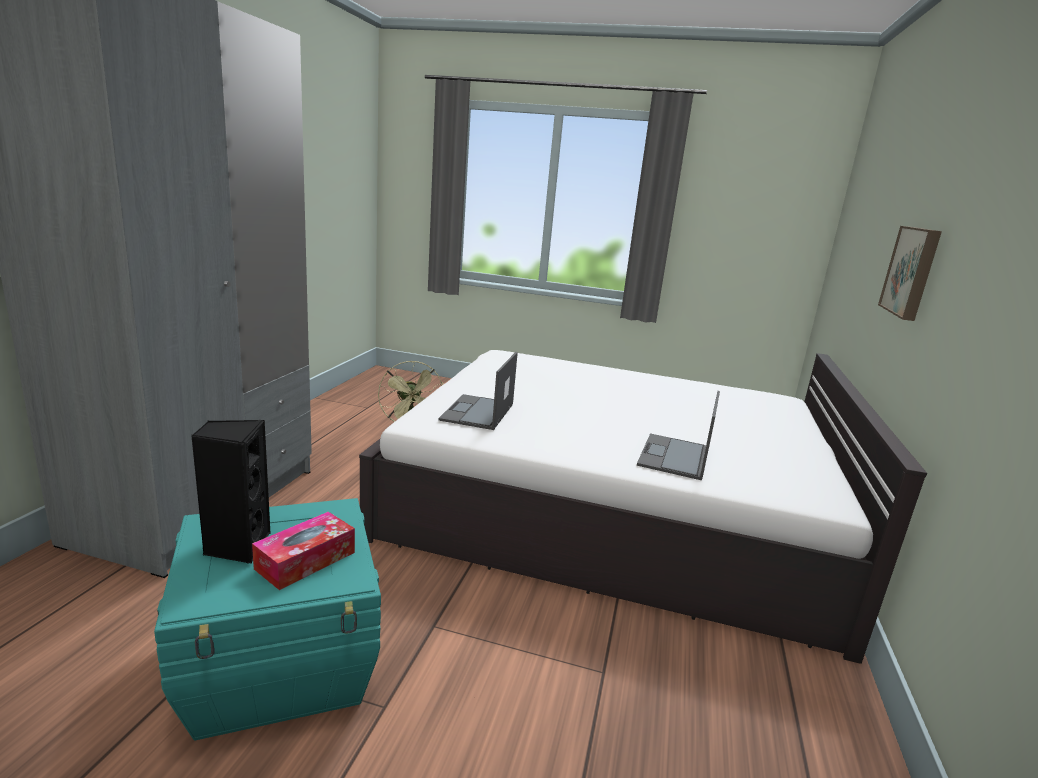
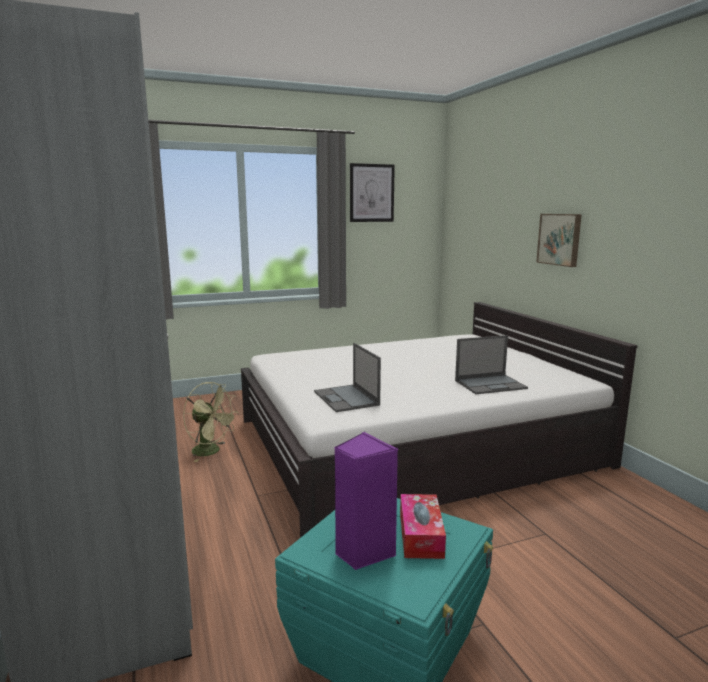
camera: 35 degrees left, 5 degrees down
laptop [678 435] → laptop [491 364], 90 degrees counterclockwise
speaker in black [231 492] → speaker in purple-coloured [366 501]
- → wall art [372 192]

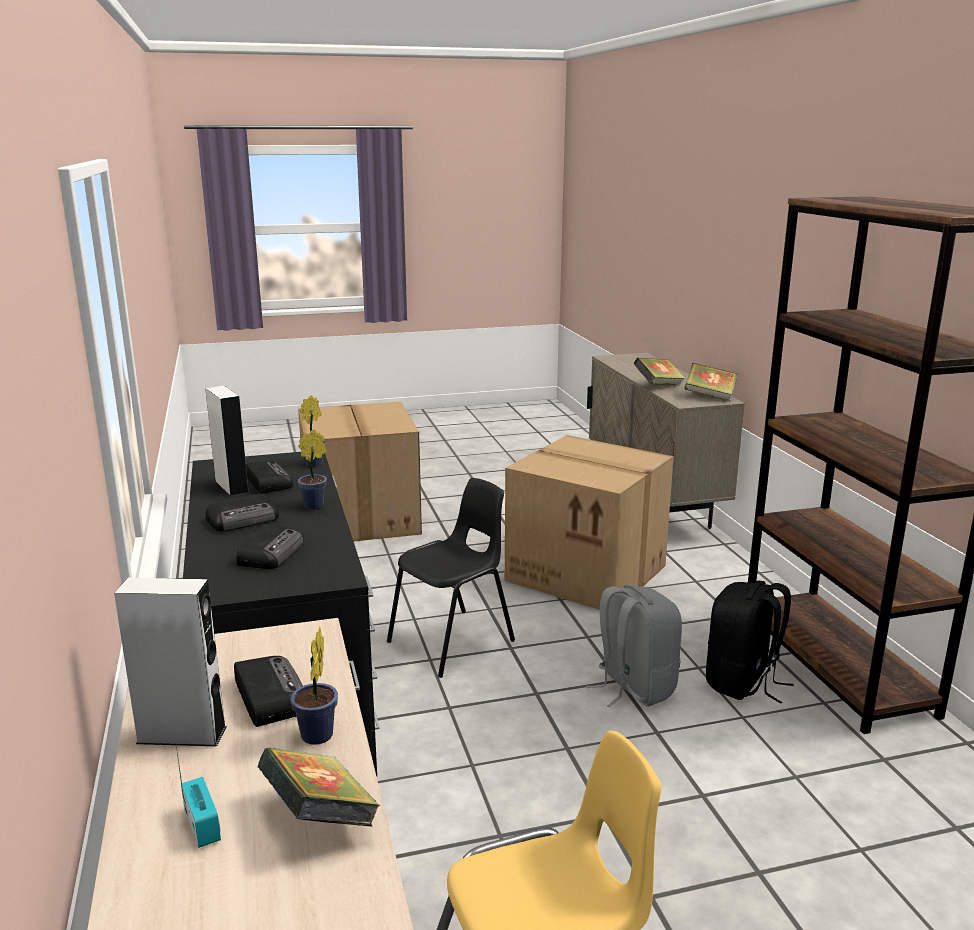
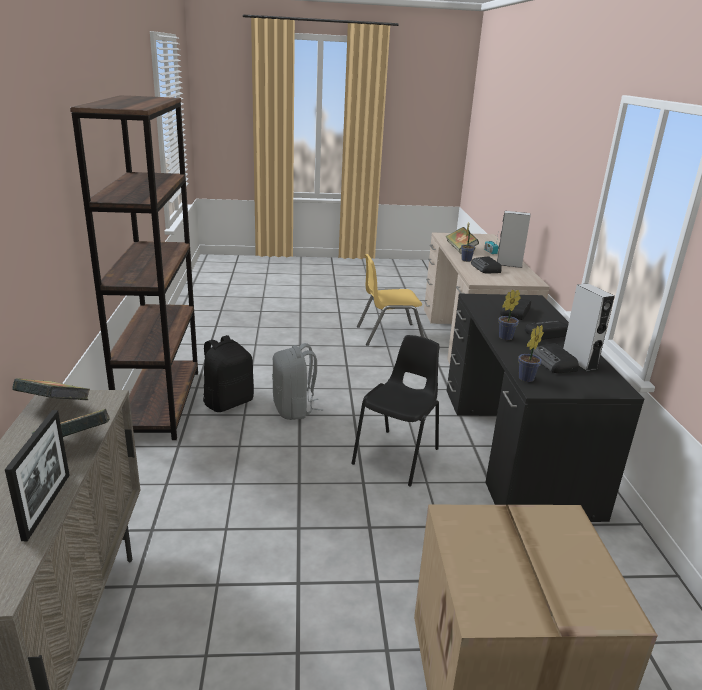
camera: 170 degrees left, 5 degrees up
cardboard box [589 522] → -
chair in black [451 578] → chair in black [395 410], 150 degrees clockwise
- → photo frame [37 475]

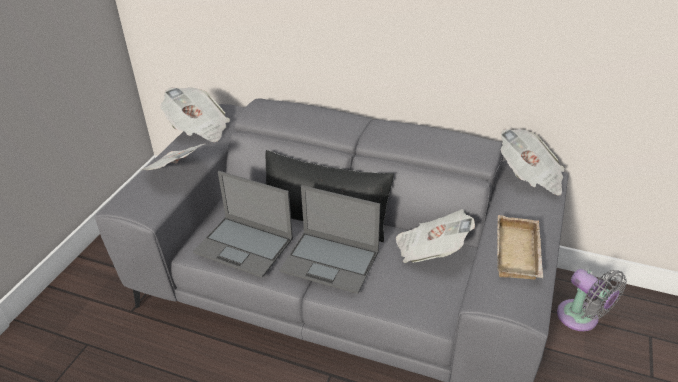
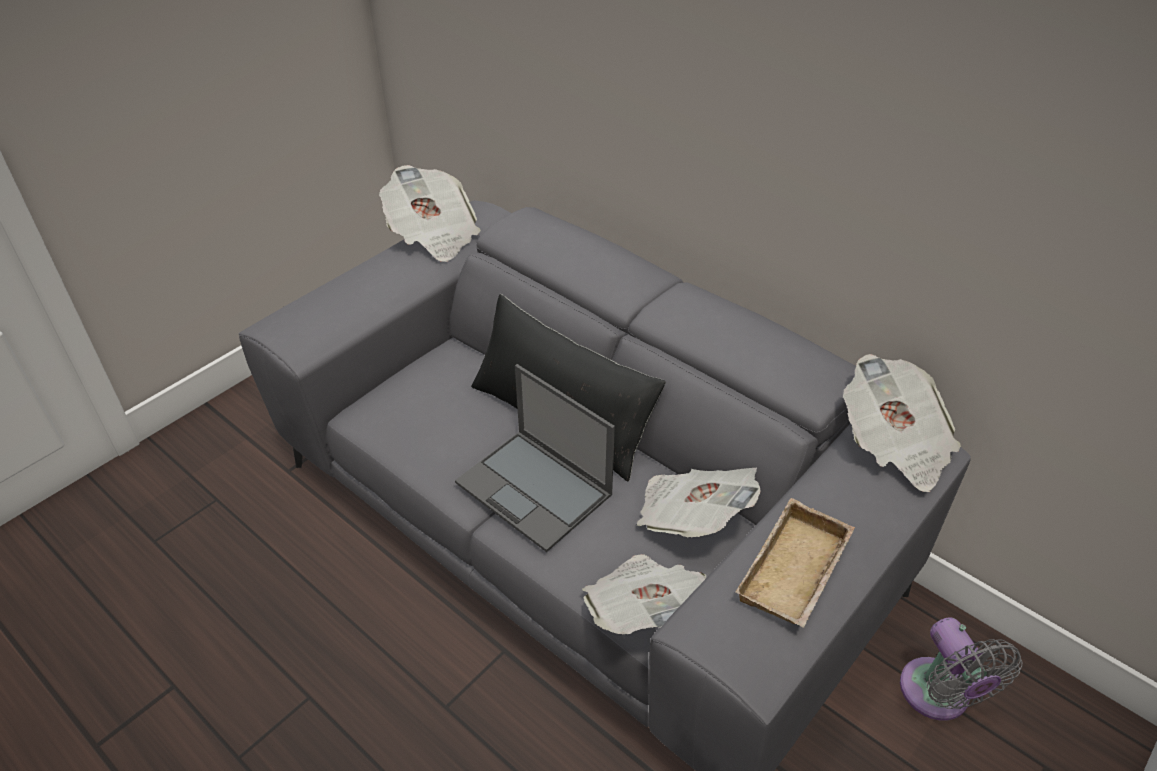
camera: 20 degrees right, 5 degrees up
newspaper [174 156] → newspaper [644 594], relocated
laptop [243 224] → -

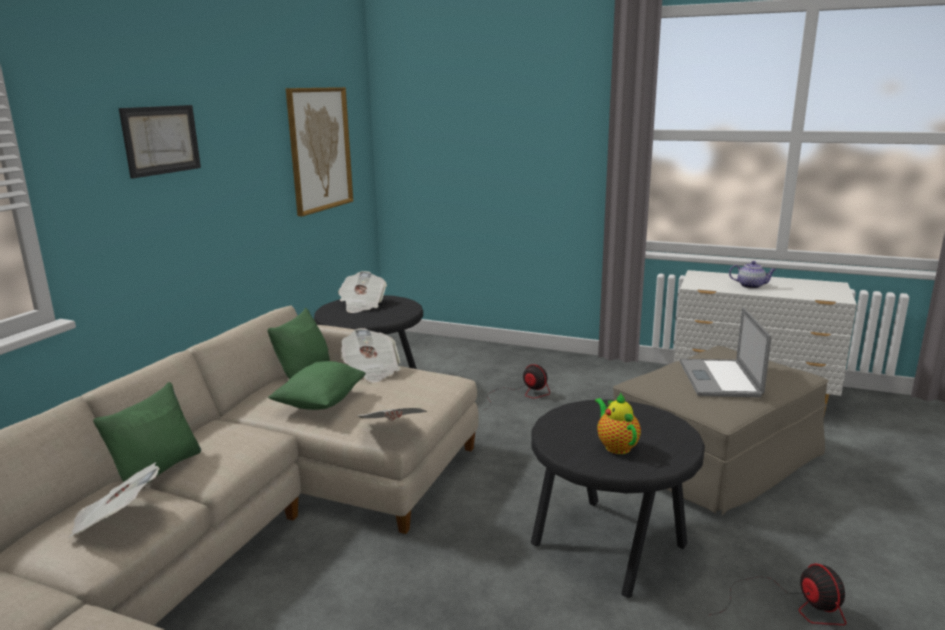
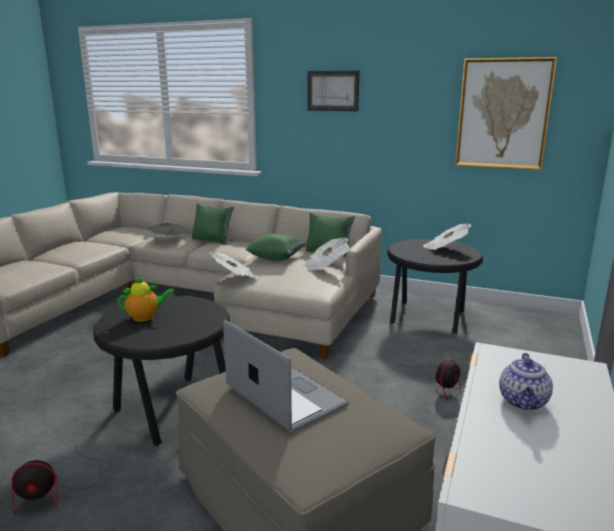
camera: 90 degrees right, 0 degrees up
laptop [725 352] → laptop [286 376], 45 degrees clockwise

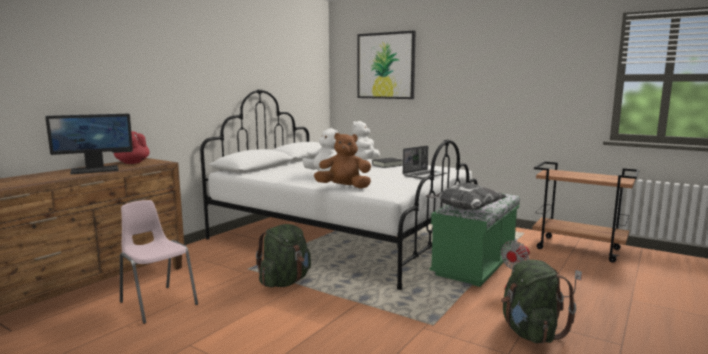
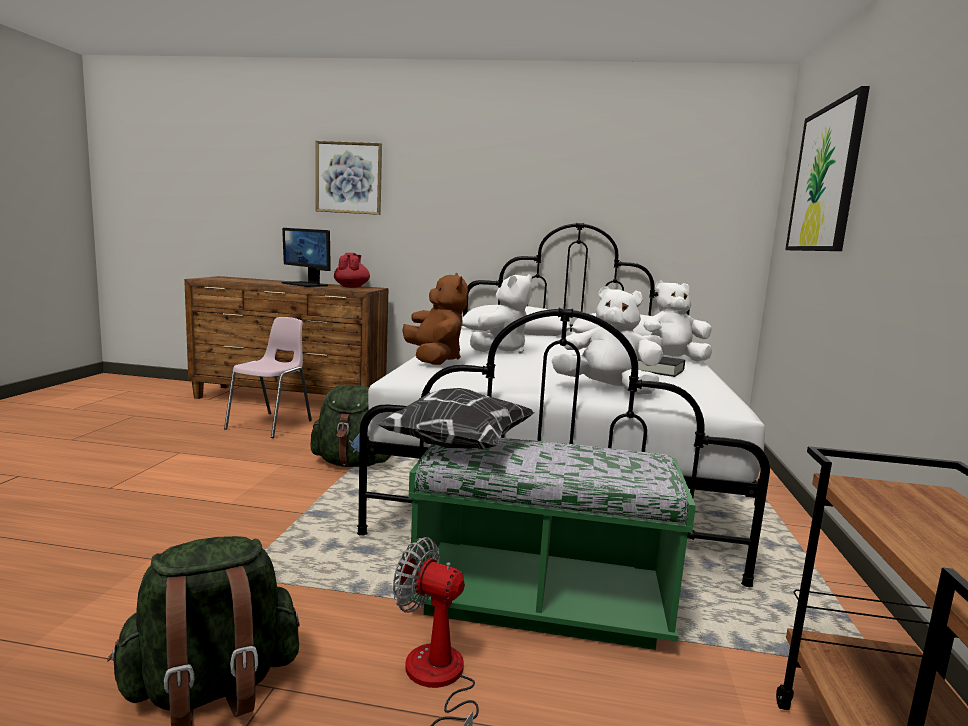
camera: 65 degrees right, 0 degrees up
laptop [425 162] → plush toy in whitish [607 340]
- → wall art [348 178]

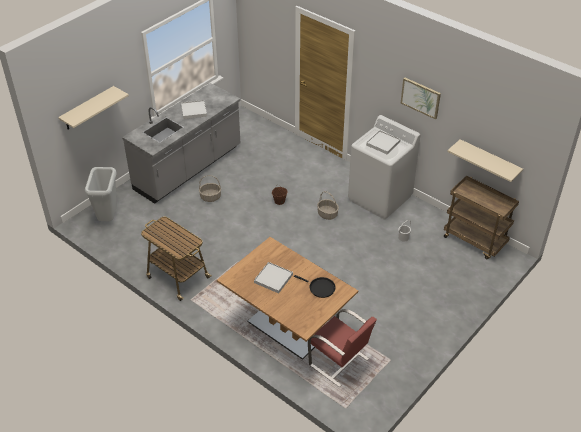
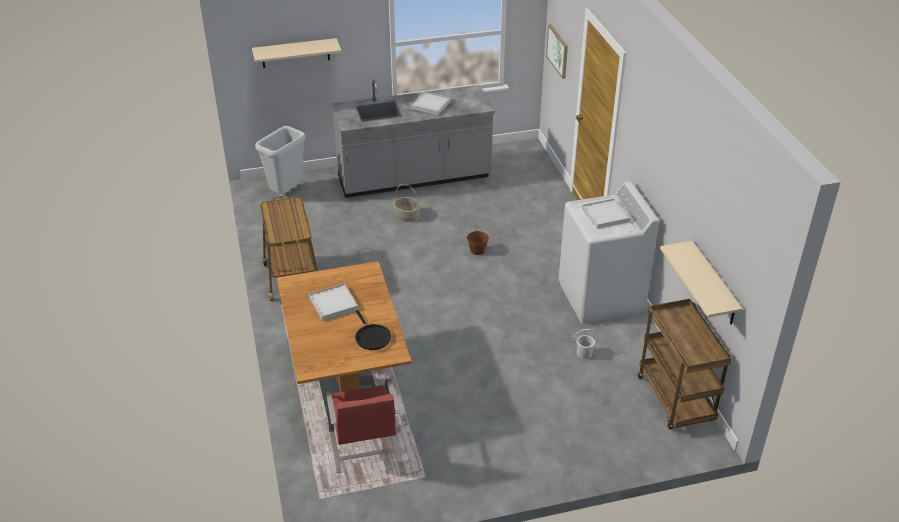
camera: 35 degrees right, 5 degrees down
wall art [421 99] → wall art [557 51], relocated
household basket [328 205] → -

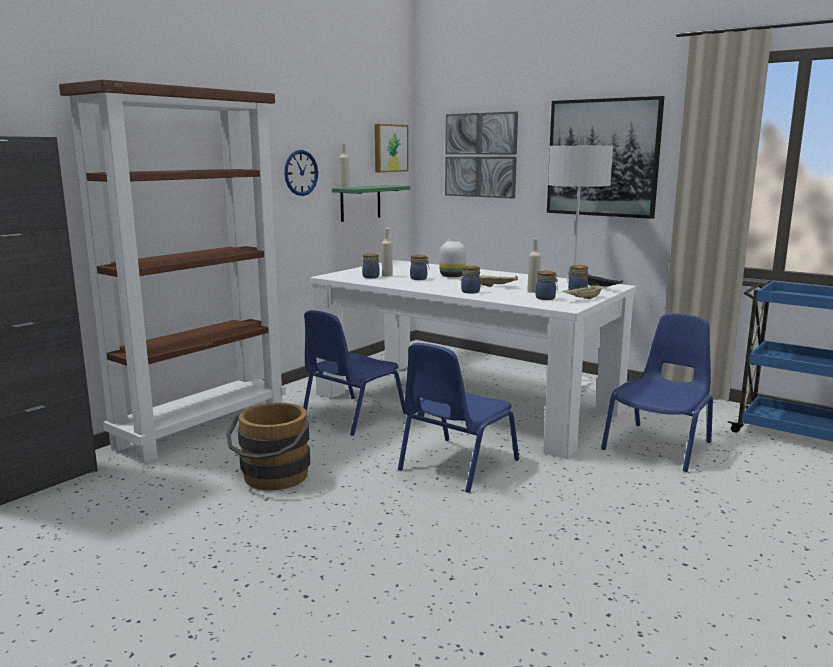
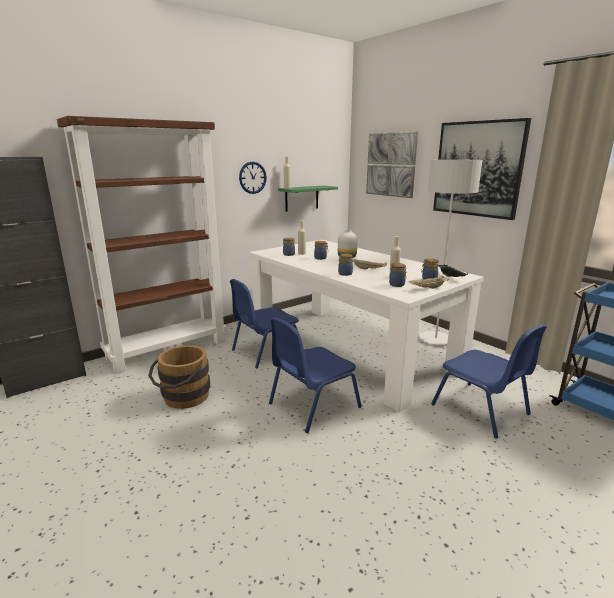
camera: 15 degrees right, 5 degrees up
wall art [391 148] → -
chair in blue [657 392] → chair in blue [489 381], 90 degrees clockwise

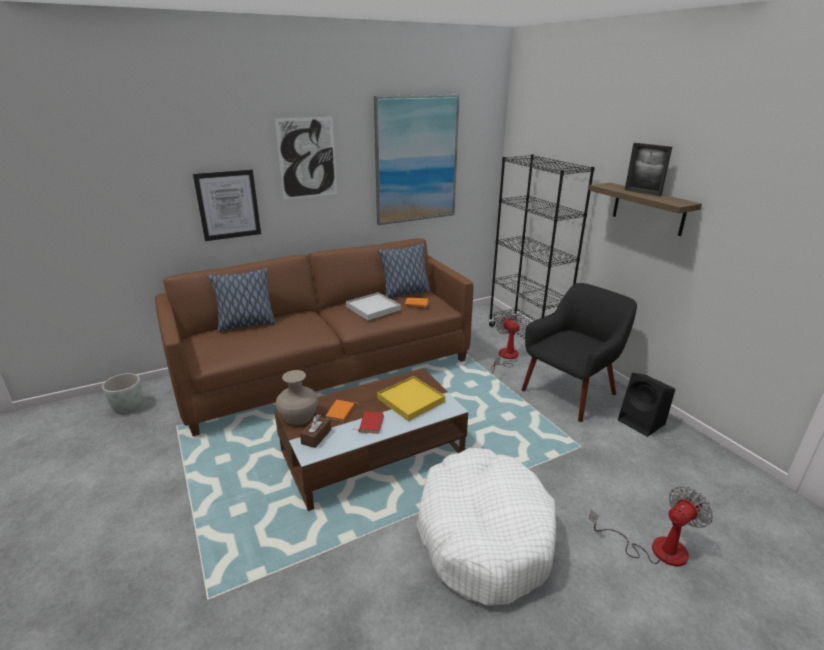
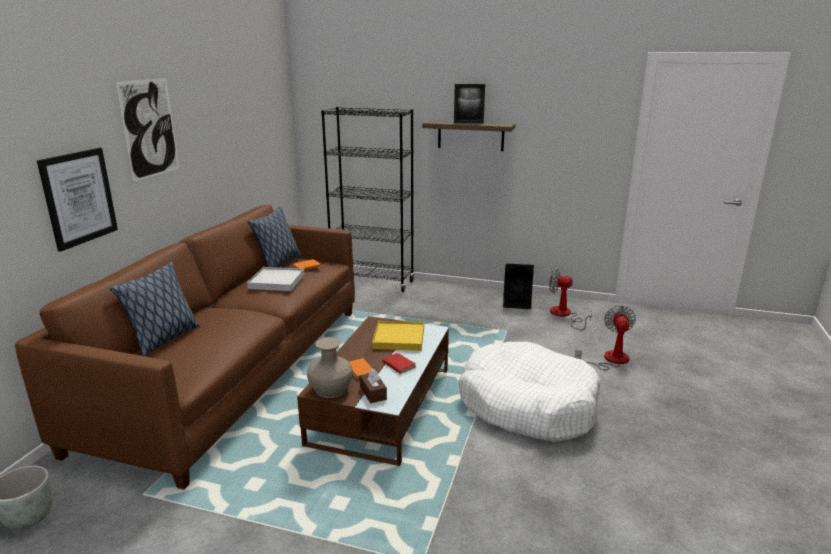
camera: 45 degrees left, 5 degrees down
wall art [417 159] → -
lounge chair in black [579 352] → -
cooling fan [505 341] → cooling fan [570 299], relocated

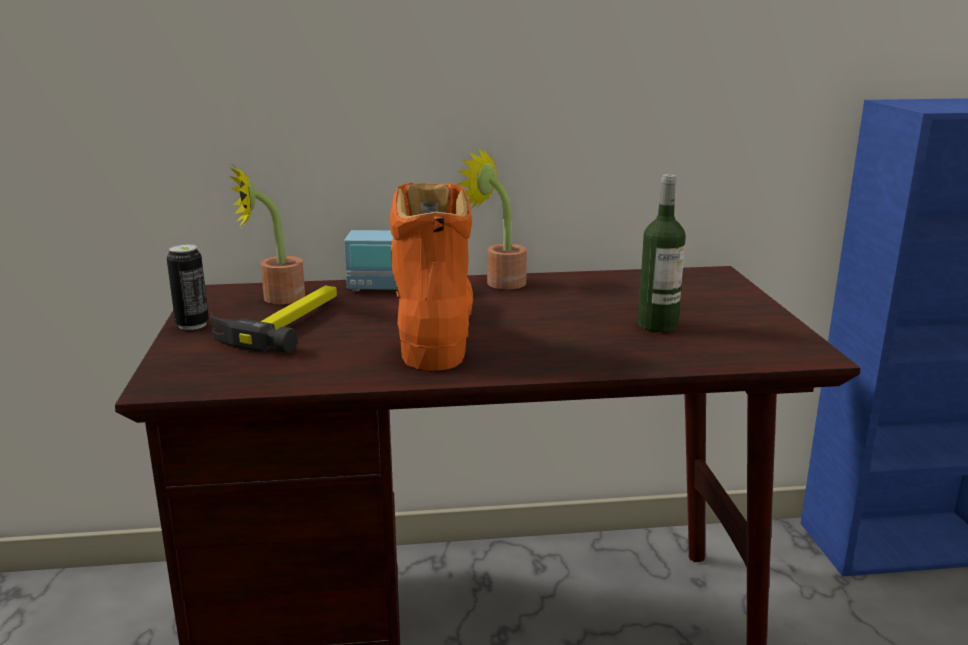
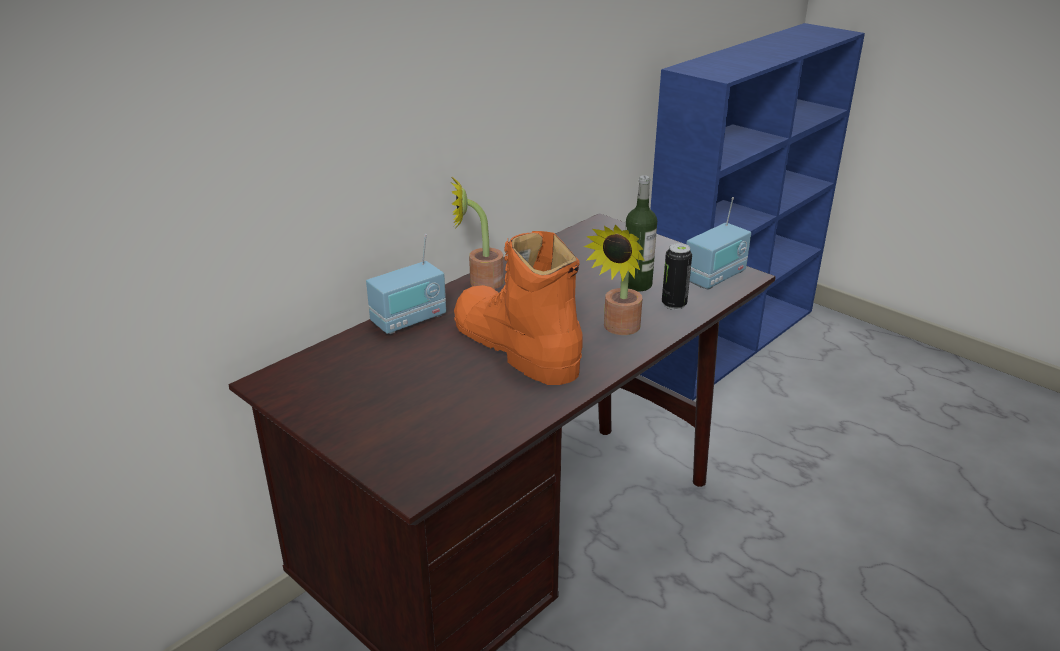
camera: 40 degrees left, 10 degrees up
houseplant [267 235] → houseplant [614 280], relocated
can [188 287] → can [677 276], relocated
hand hammer [274 319] → -
- → radio receiver [718 243]

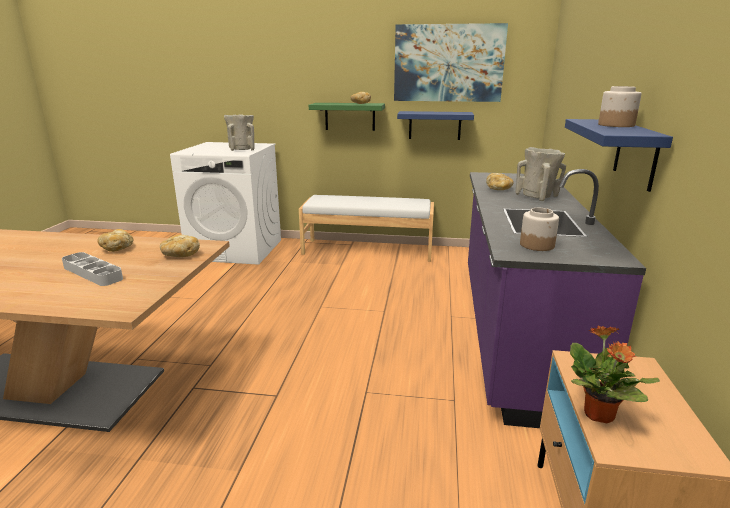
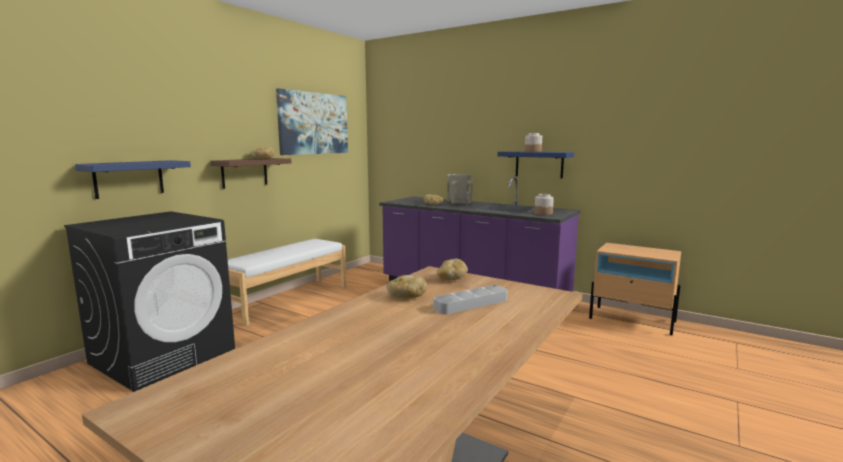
camera: 65 degrees left, 10 degrees down
bracket shelf in green [347 117] → bracket shelf in brown [251 173]
bracket shelf in blue [435 125] → bracket shelf in blue [133 179], relocated
flower vase in beige-coloured [239 132] → -
laundry appliance in whitish [225 203] → laundry appliance in black [149 301]
houseplant [615 374] → -

